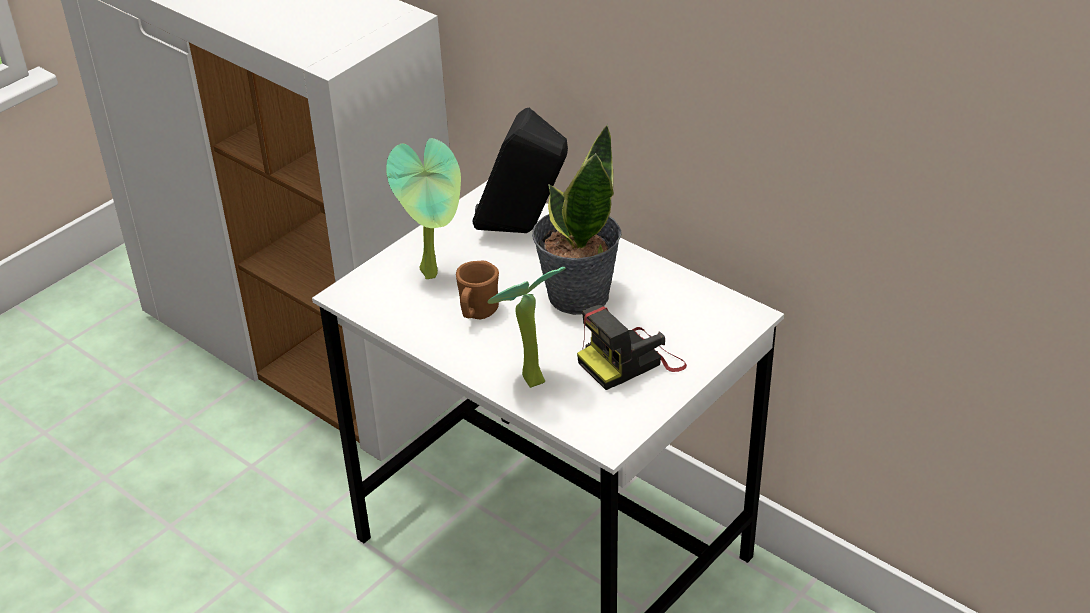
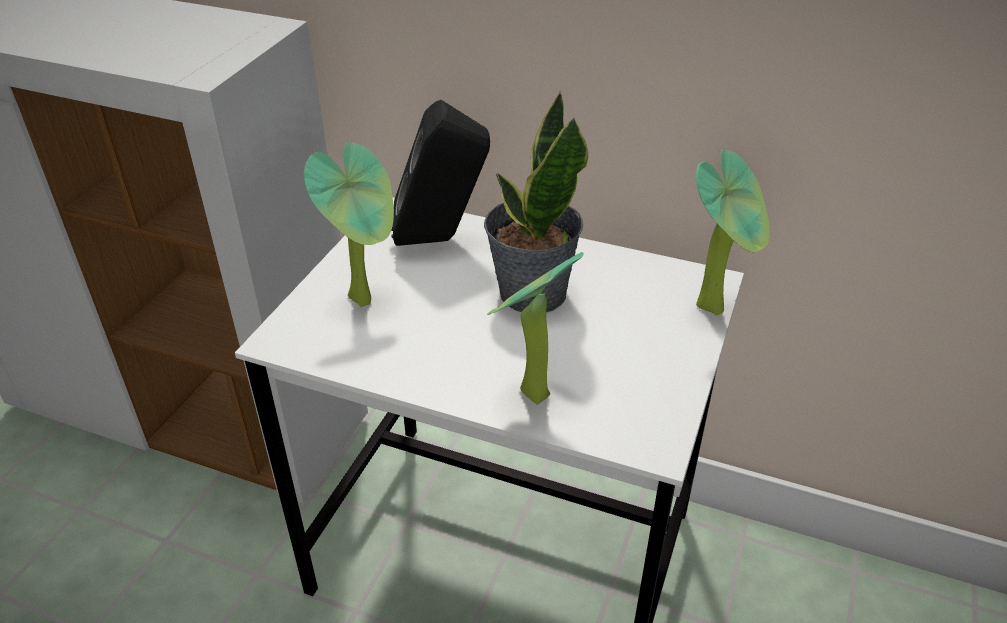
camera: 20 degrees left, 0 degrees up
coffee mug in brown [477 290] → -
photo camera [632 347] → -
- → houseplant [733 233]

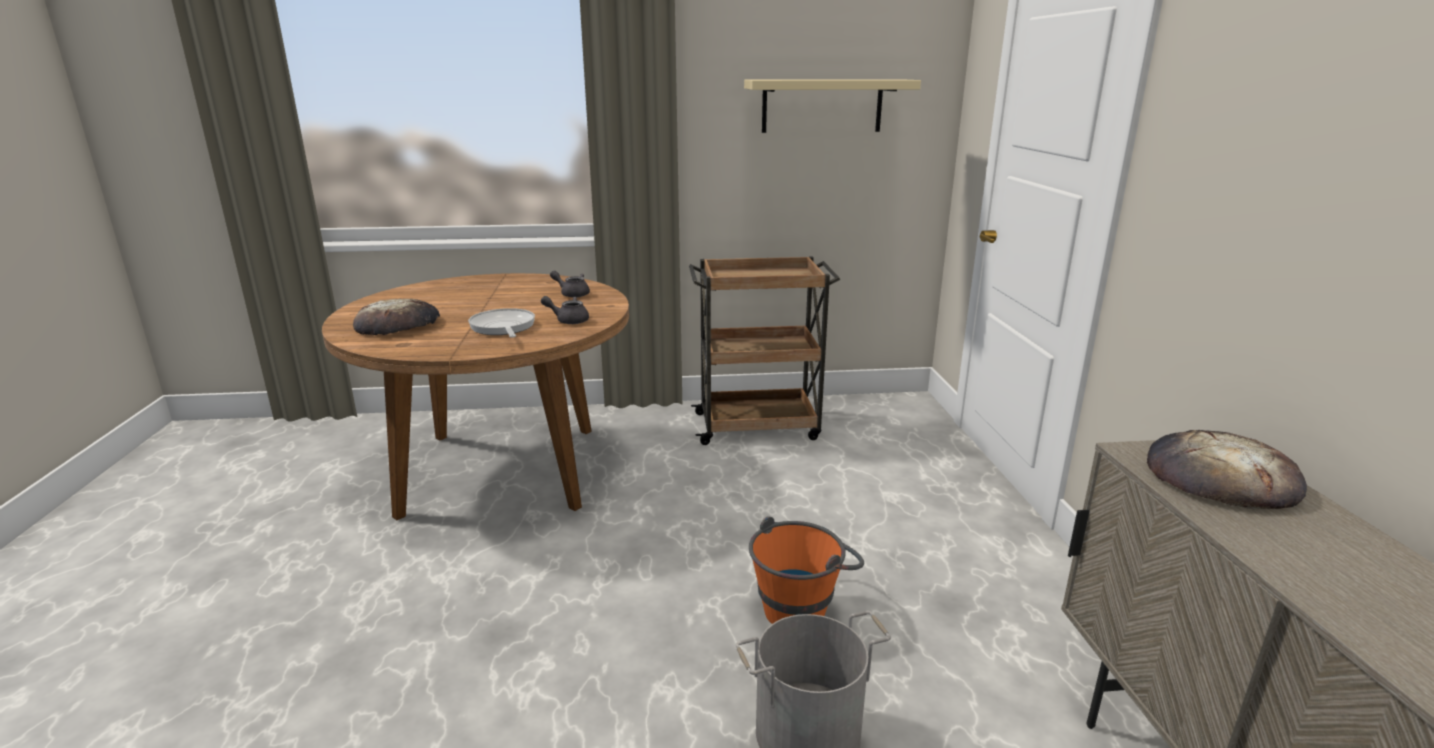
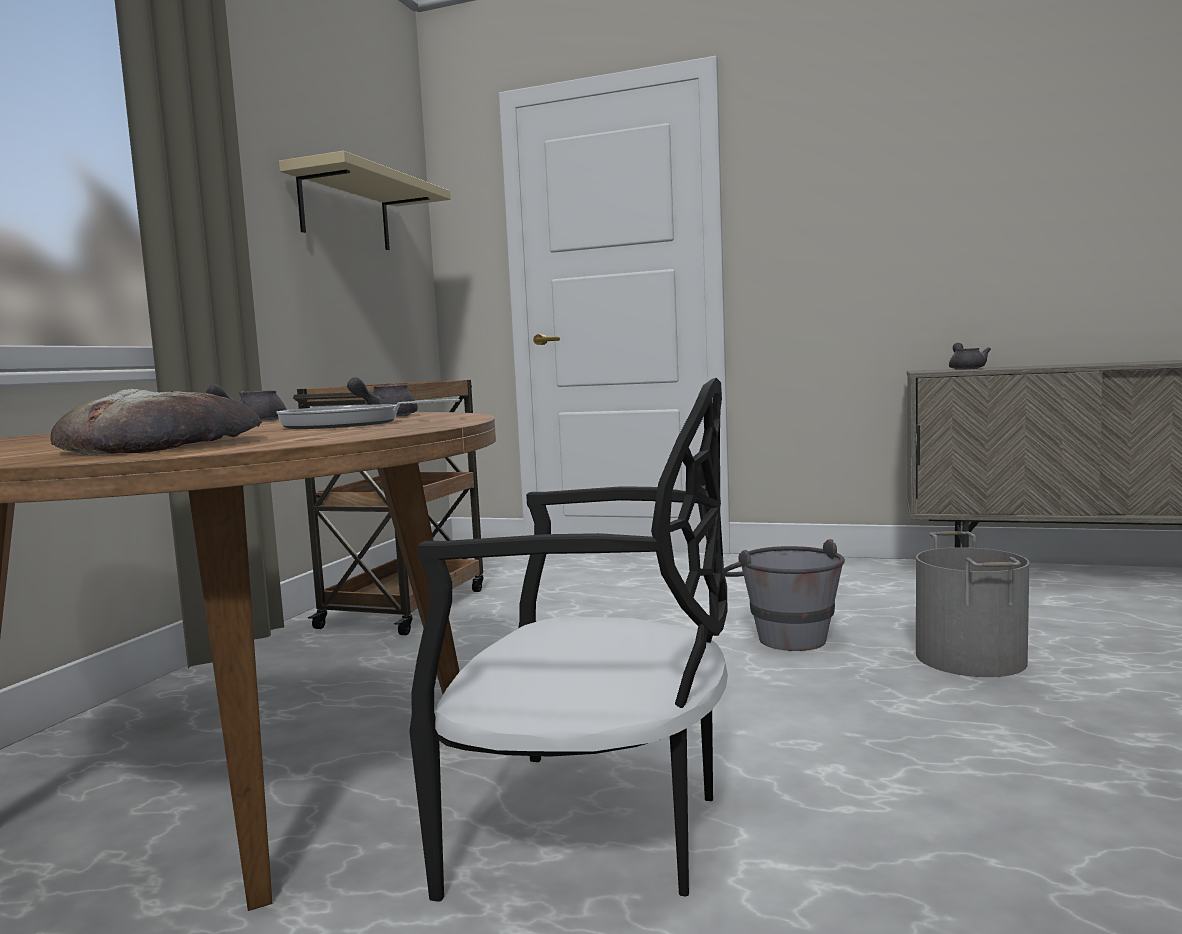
camera: 65 degrees left, 15 degrees down
baked bread [1227 469] → tea pot in gray [970 356]
bucket in orange [806 570] → bucket in gray [784 595]
- → chair in black [568 640]

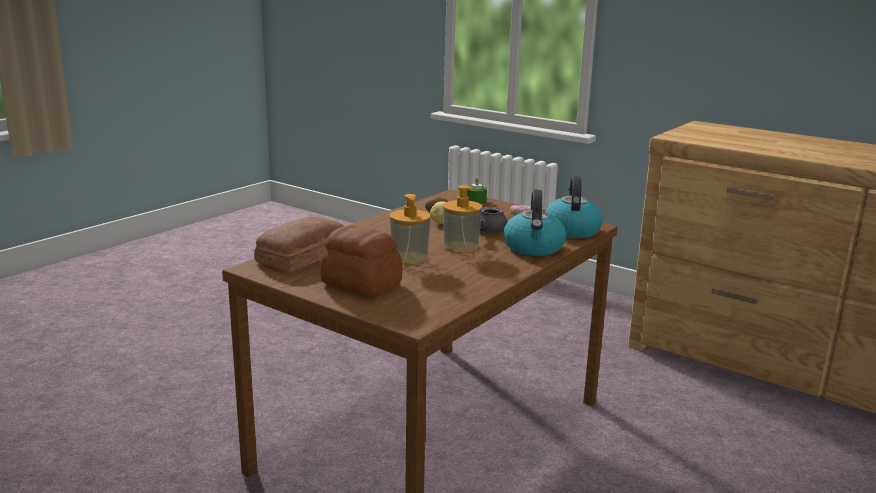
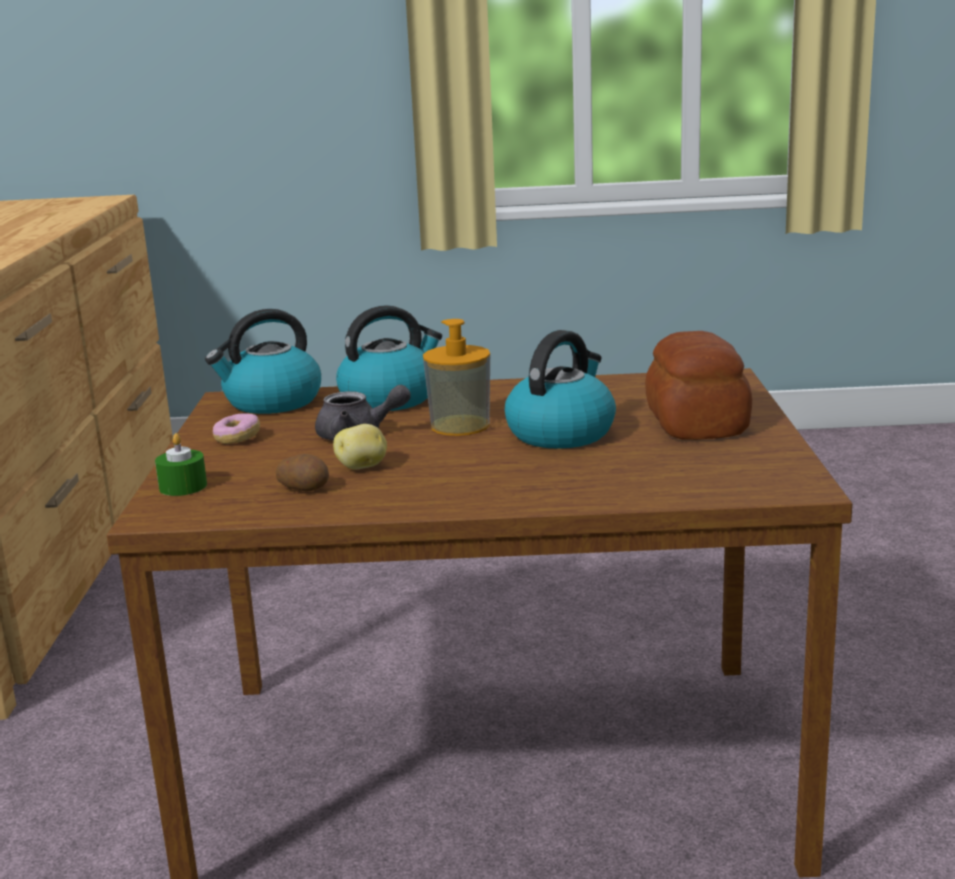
camera: 125 degrees left, 0 degrees up
liquid soap bottle [410 229] → tea kettle [560 389]
baked bread [299 244] → -

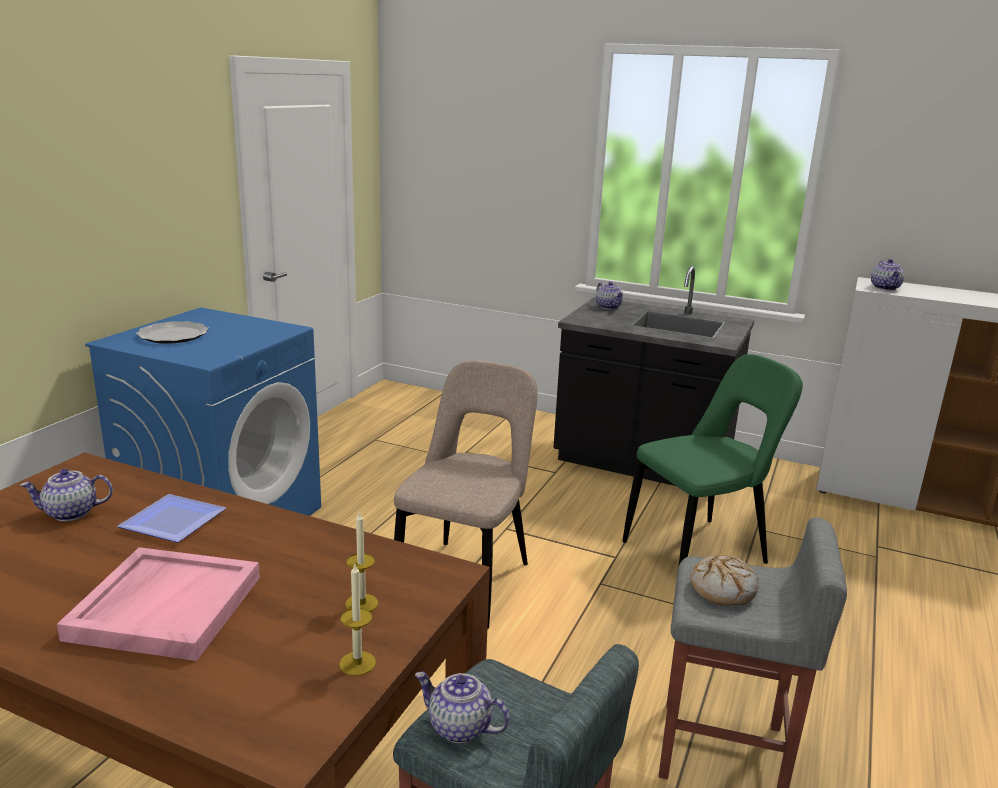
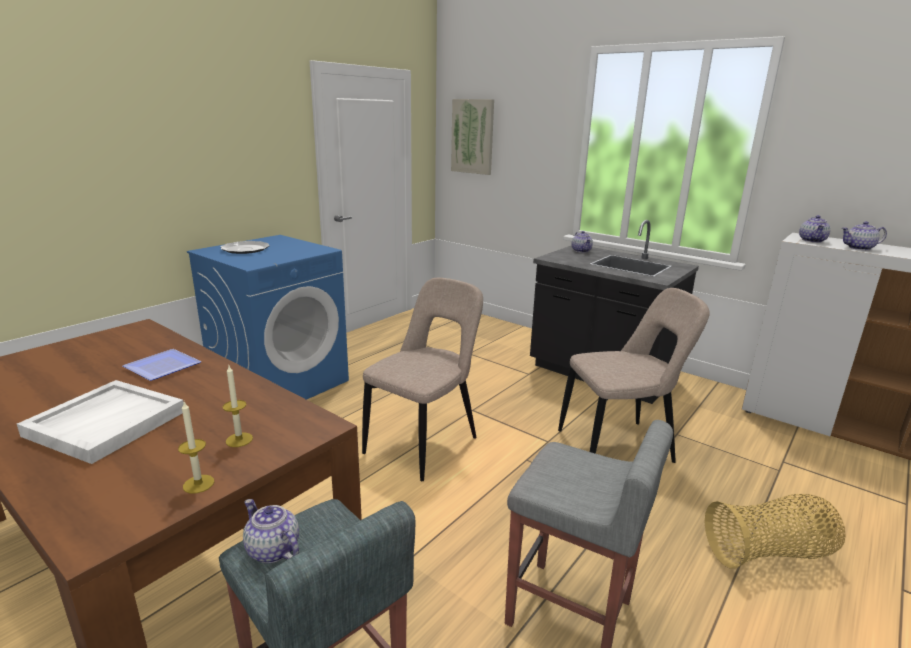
camera: 15 degrees right, 0 degrees up
chair in green [712 460] → chair in beige-coloured [634 375]
tea pot [66 495] → tea pot [864 235], relocated
tray in pink [158 604] → tray in whitish [100 422]
baked bread [724 580] → -
- → wall art [472 137]
- → household basket [775 531]

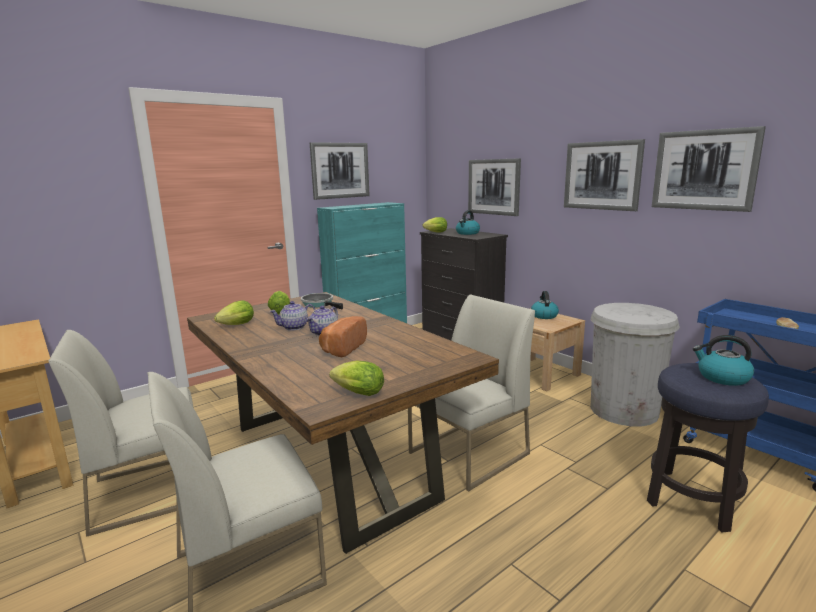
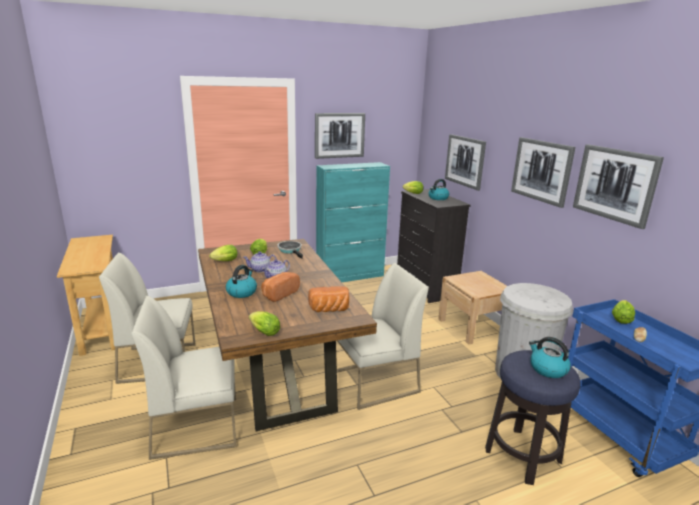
camera: 15 degrees right, 5 degrees up
tea kettle [545 305] → tea kettle [241 281], relocated
- → baked bread [328 299]
- → head of lettuce [623 312]

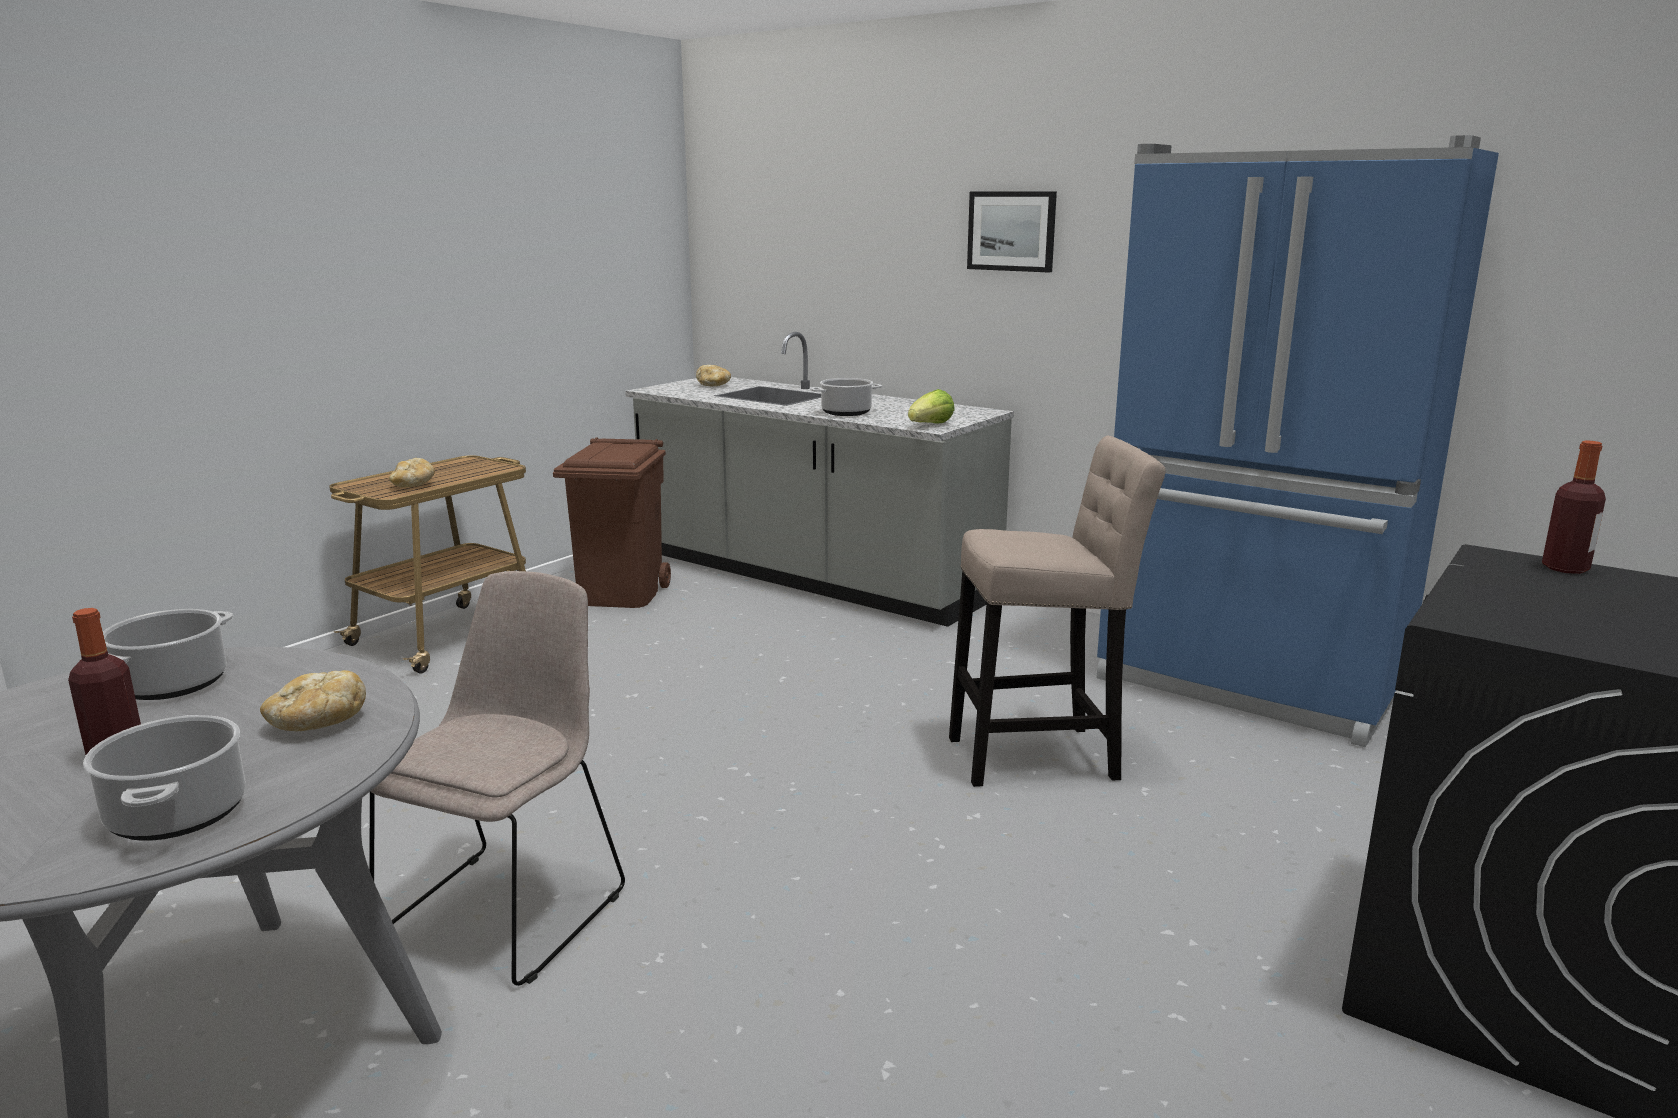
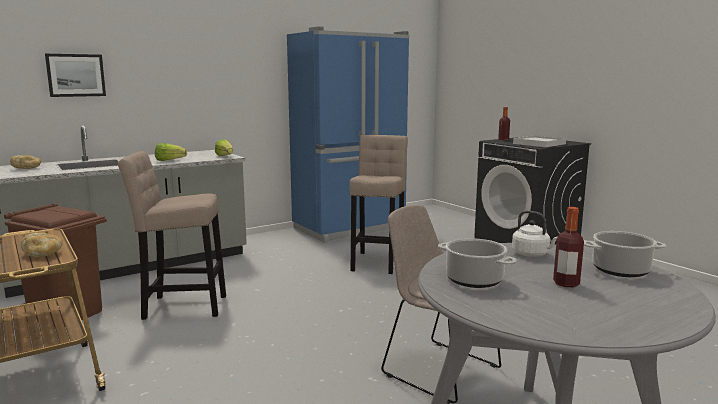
camera: 70 degrees left, 5 degrees down
wall art [1012 232] → wall art [75 75], relocated
stockpot [846 397] → head of lettuce [171 152]
baked bread [313 700] → tea kettle in whitish [535 234]
- → tray in whitish [539 141]
- → stool in beige-coloured [172 235]

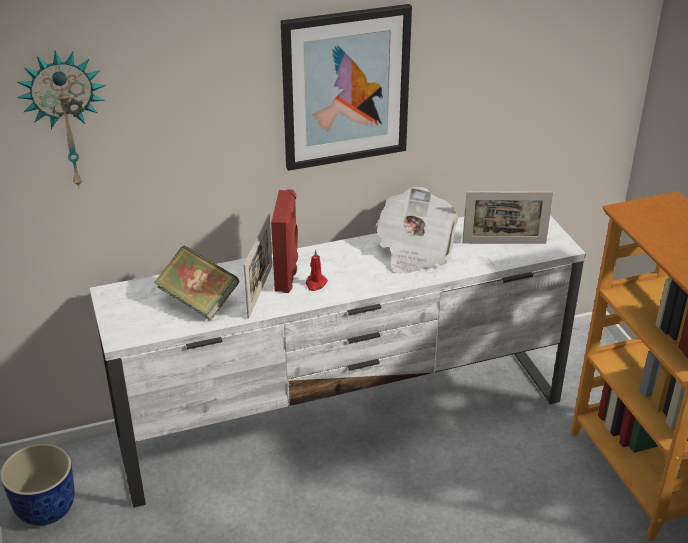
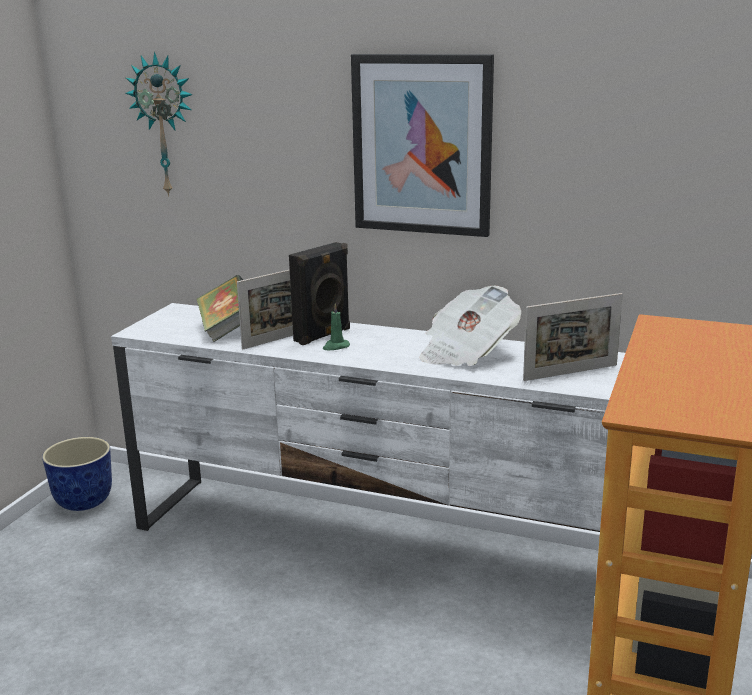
camera: 40 degrees right, 15 degrees down
speaker in red-coloured [284 241] → speaker in black [319 293]
photo frame [507 217] → photo frame [573 337], 60 degrees counterclockwise
candle in red-coloured [316 270] → candle in green [336 327]

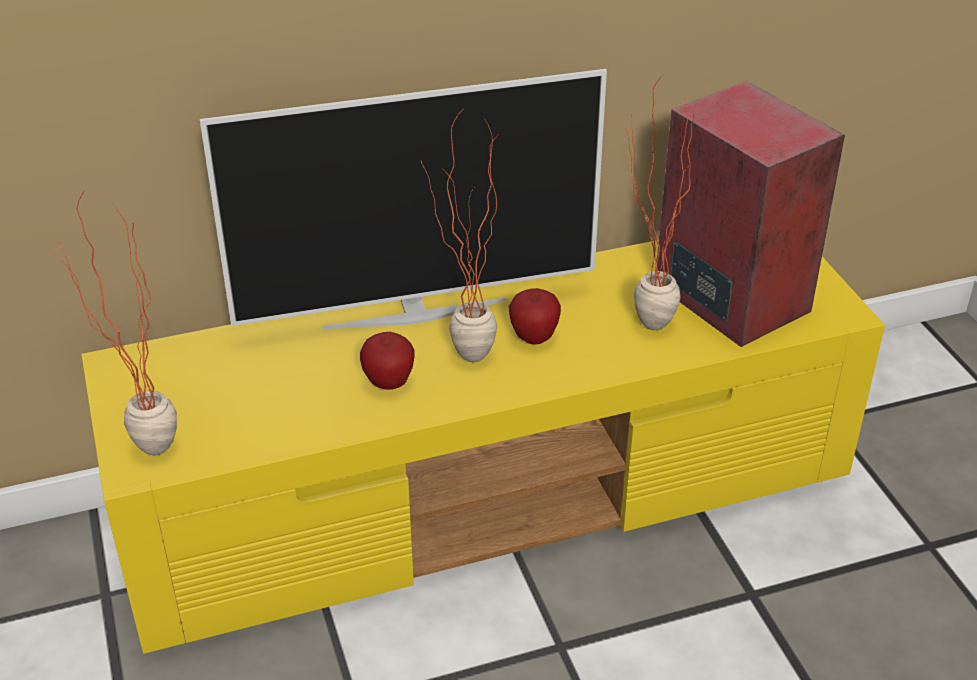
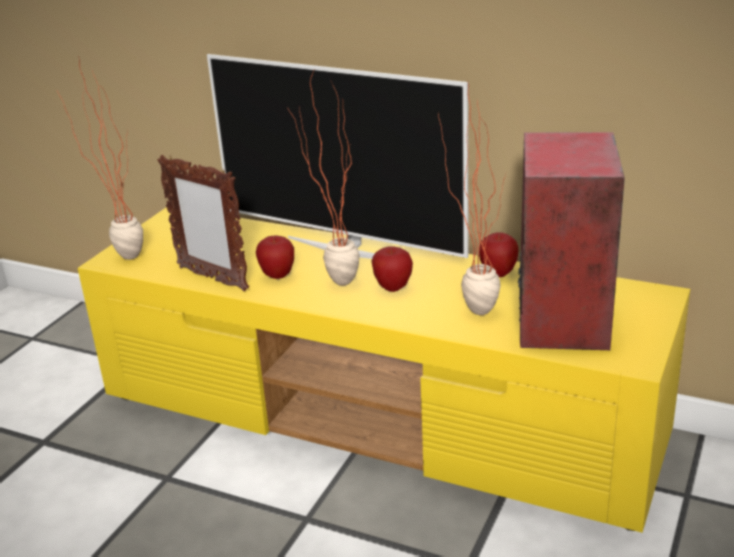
camera: 45 degrees right, 10 degrees down
- → photo frame [203 223]
- → apple fruit [499 254]

